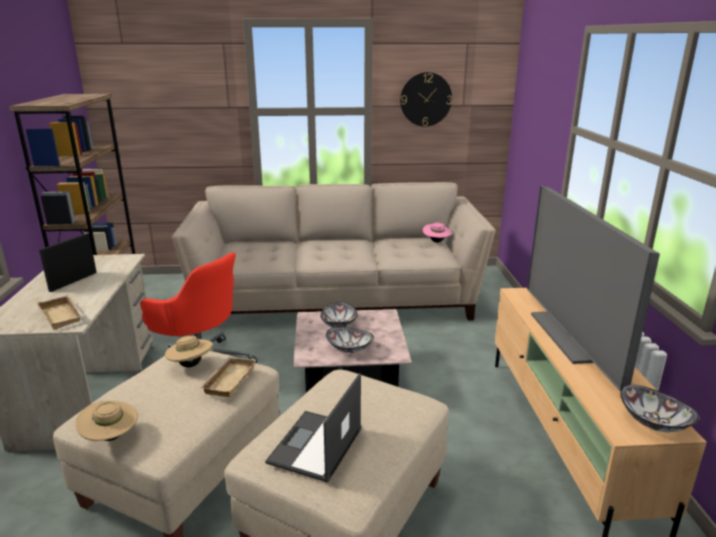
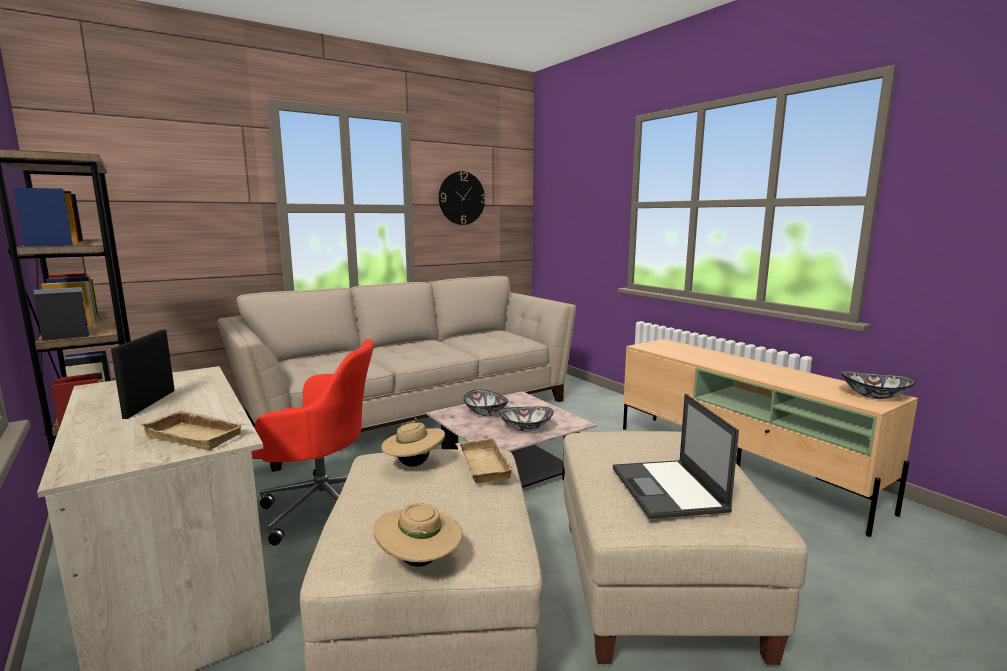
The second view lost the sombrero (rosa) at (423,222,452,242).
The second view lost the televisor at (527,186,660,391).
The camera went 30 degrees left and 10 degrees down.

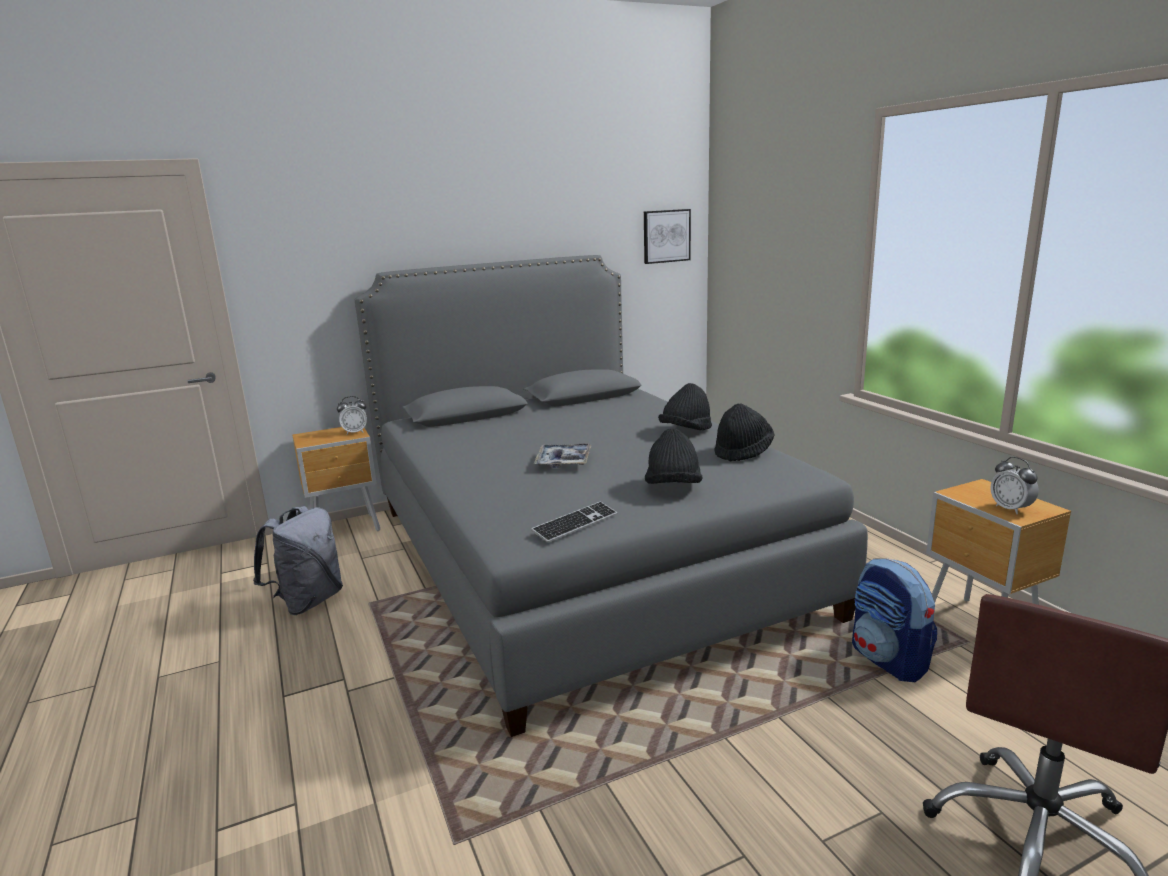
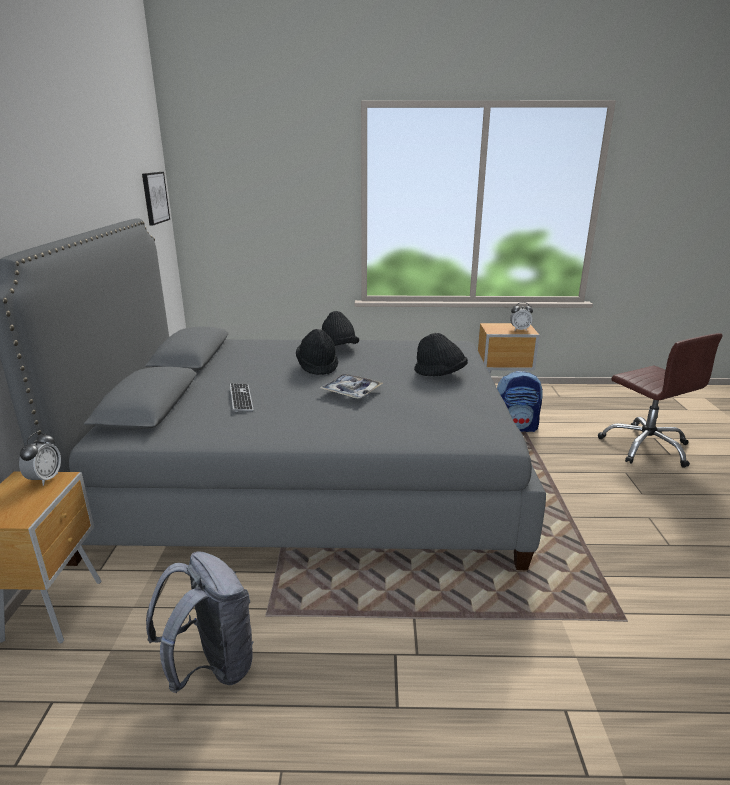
The teclado ended up elsewhere, having gone from (531,501,618,543) to (230,383,254,412).
The sombrero (negro) ended up elsewhere, having gone from (714,403,775,462) to (296,329,338,375).
The camera went 65 degrees left and 5 degrees up.

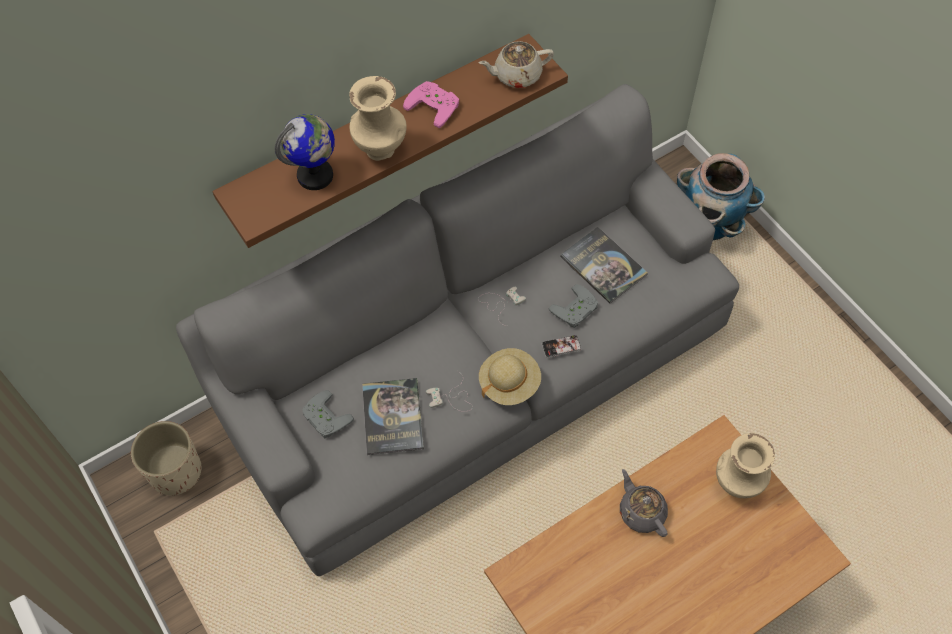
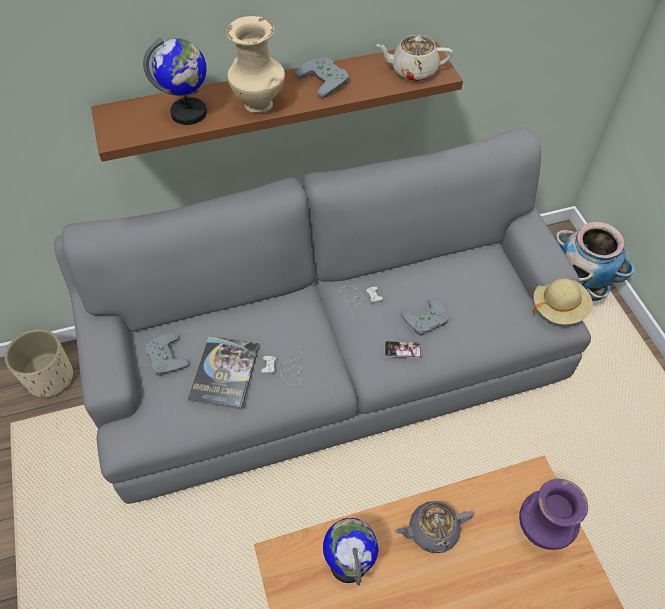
What was the mando de consola (rosa) at (403,81,459,128) turned into the mando de consola (gris) at (295,57,349,98).
The second view gained the globo terráqueo at (323,518,379,586).
The tetera (gris) at (620,469,668,537) ended up facing another way, 90 degrees counterclockwise from before.
What was the florero (beis) at (716,433,775,498) turned into the florero (morado) at (519,479,588,550).
The sombrero (beis) ended up elsewhere, having gone from (479,348,541,405) to (533,278,593,324).
The second view lost the libro at (560,227,648,304).
The camera went 15 degrees right and 5 degrees down.

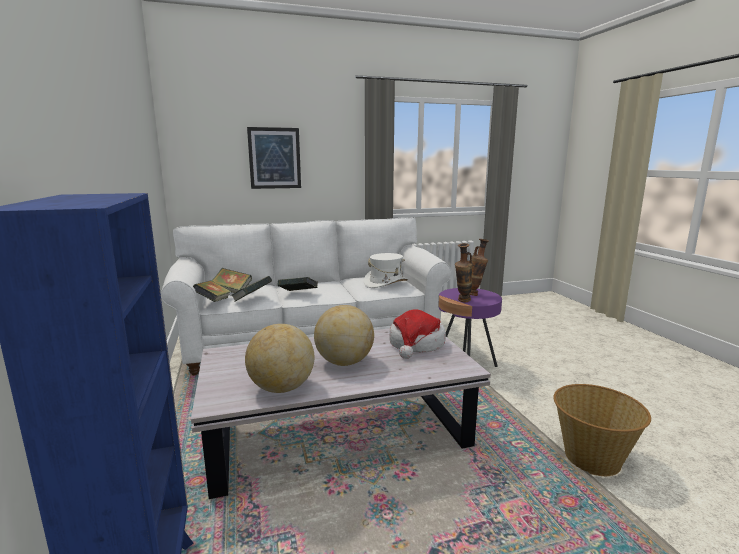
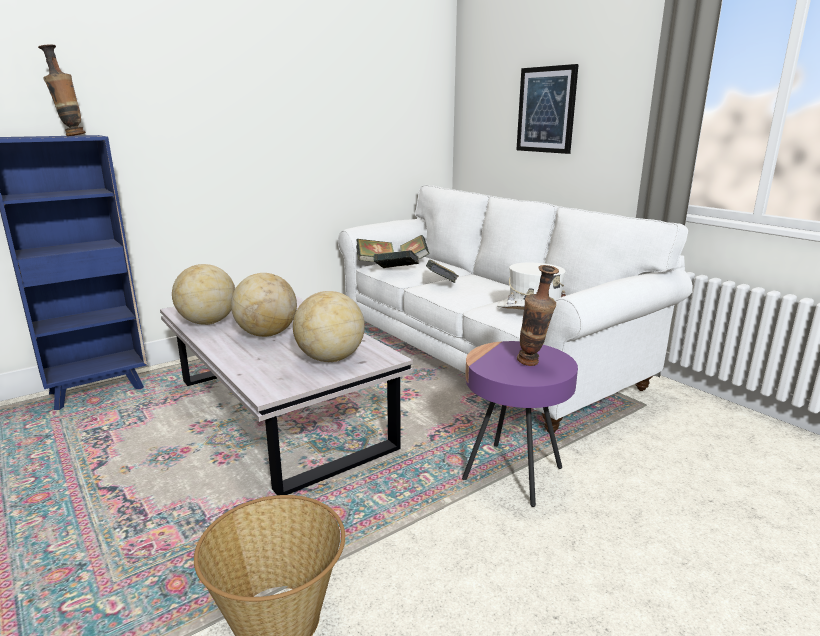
The florero ended up elsewhere, having gone from (455,243,473,302) to (38,44,86,136).
Where the sombrero stood at (389,309,446,359), the globo terráqueo came to stand at (293,291,365,362).
The camera went 70 degrees right and 5 degrees up.

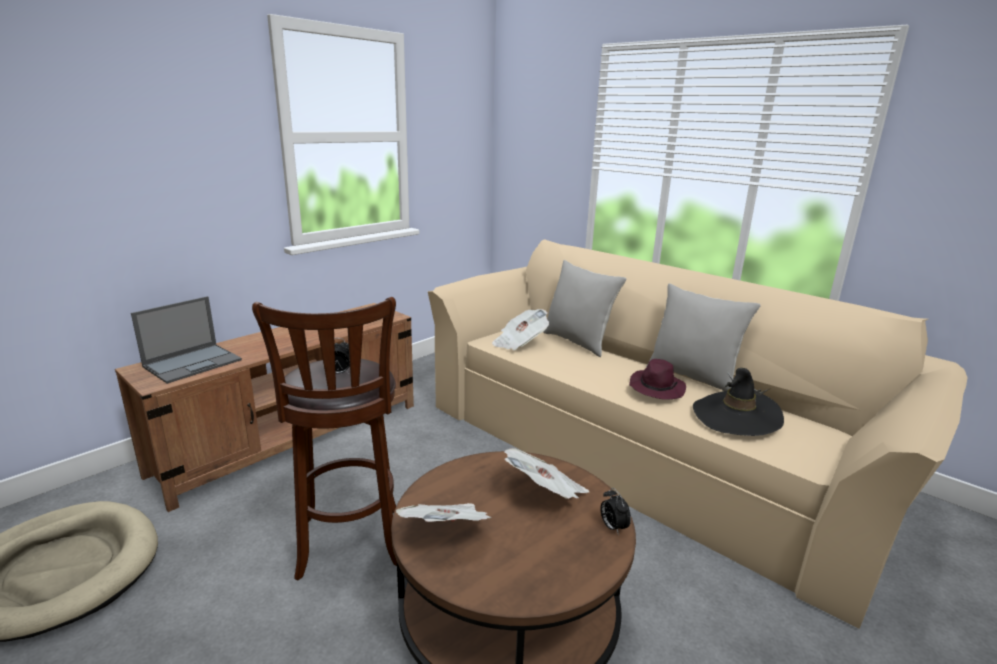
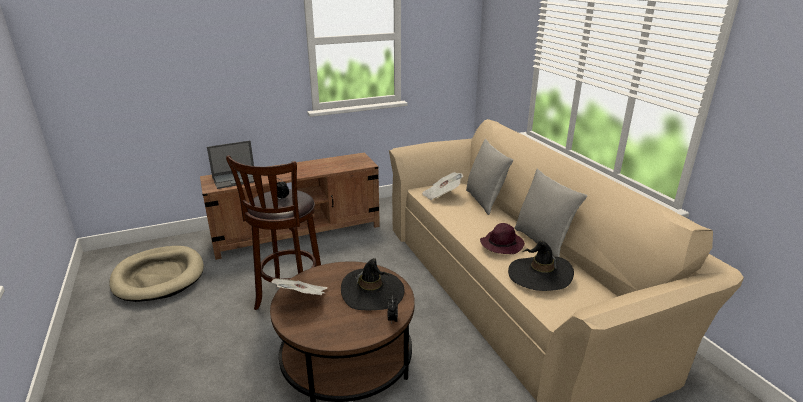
Where the periódico stood at (504,448,590,499), the sombrero (negro) came to stand at (341,258,405,310).
The camera went 25 degrees right and 5 degrees up.

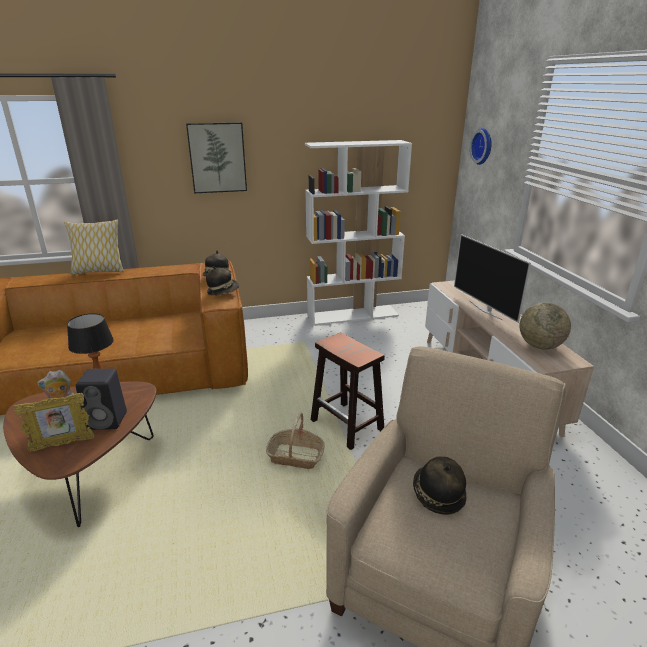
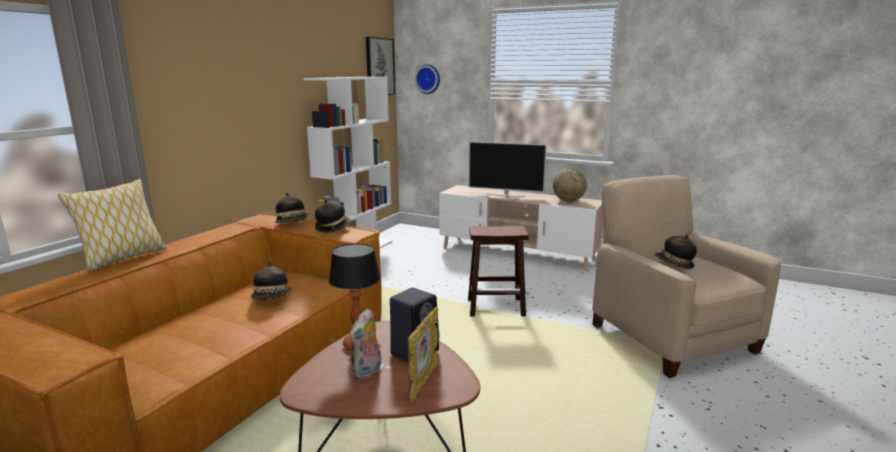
The second view gained the sombrero at (251,262,292,300).
The cuadro ended up elsewhere, having gone from (186,122,247,193) to (366,37,395,95).
The second view lost the cesta at (266,413,324,469).
The camera went 50 degrees left and 10 degrees down.

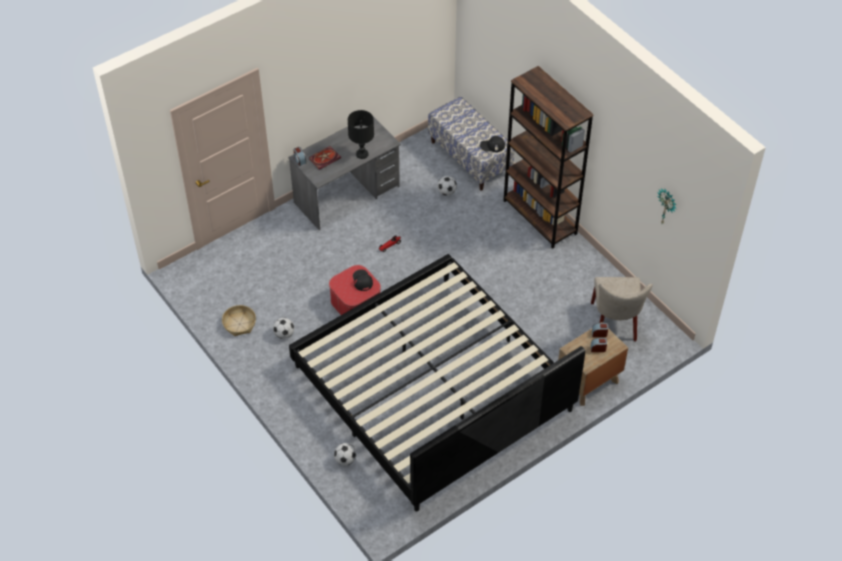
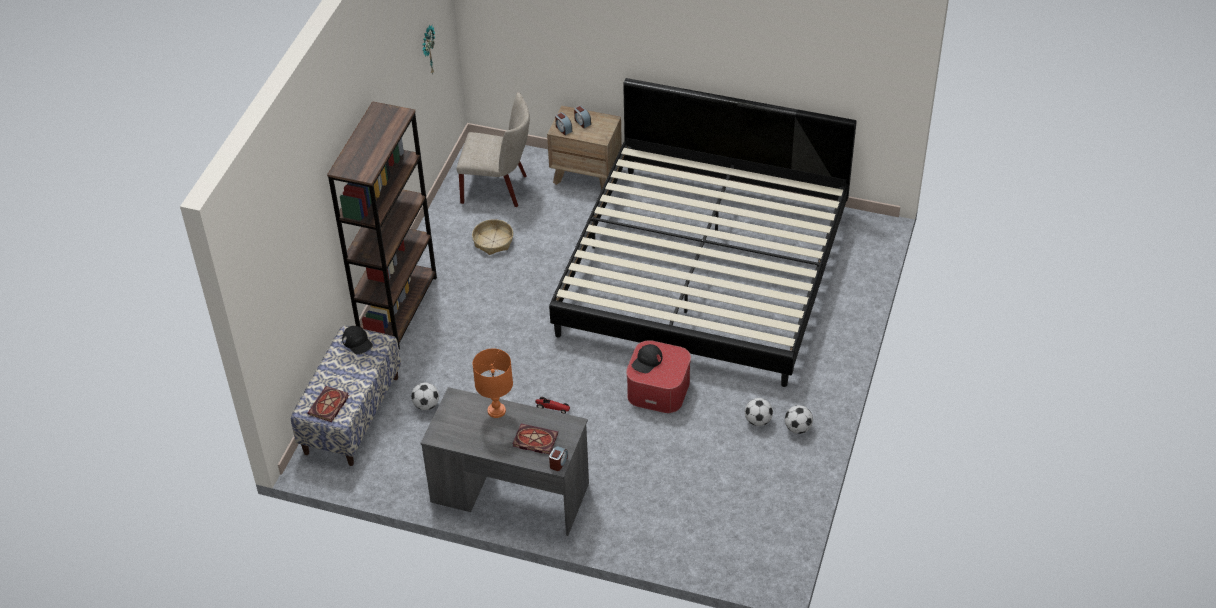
The second view gained the libro at (307,386,349,422).
The silla (beis) at (591,277,653,341) ended up facing another way, 45 degrees clockwise from before.
The cesta ended up elsewhere, having gone from (222,305,256,336) to (472,219,513,255).
What was the lámpara de mesa (negro) at (348,110,374,159) turned into the lámpara de mesa (naranja) at (473,348,513,418).
The balón de fútbol ended up elsewhere, having gone from (334,443,357,466) to (785,405,813,434).
The camera went 125 degrees left and 5 degrees down.

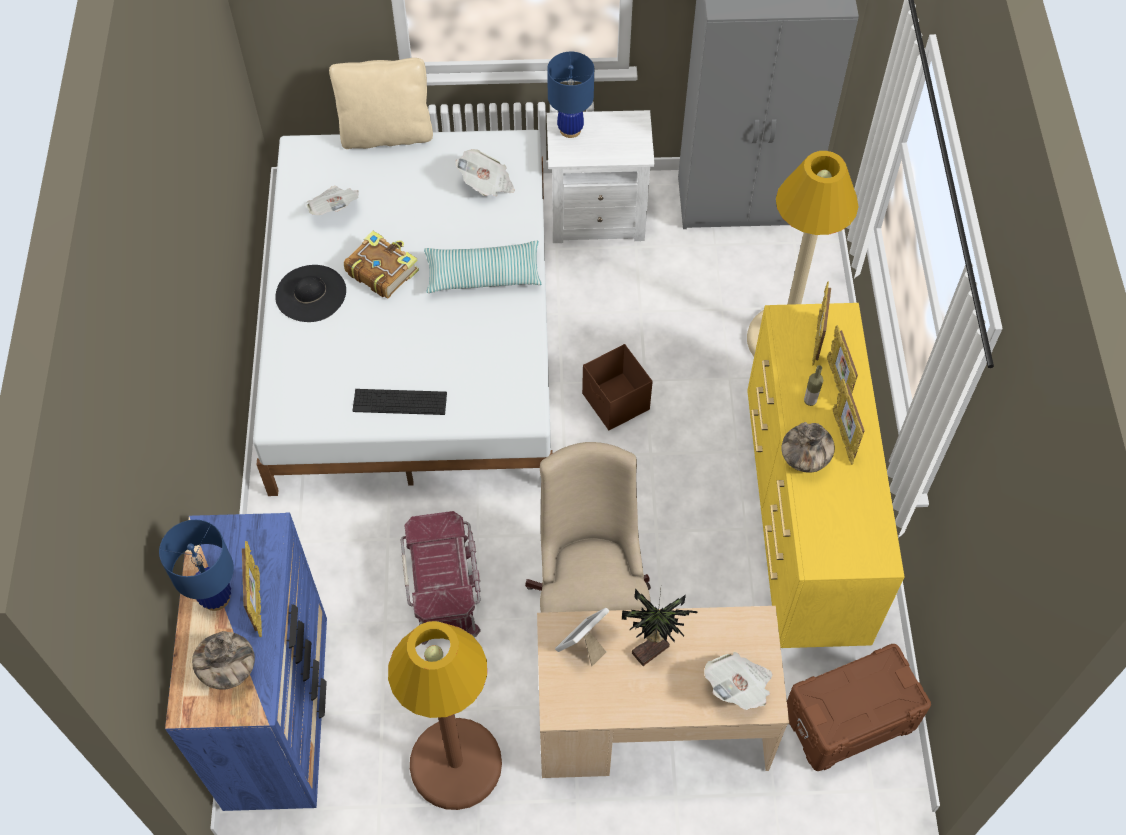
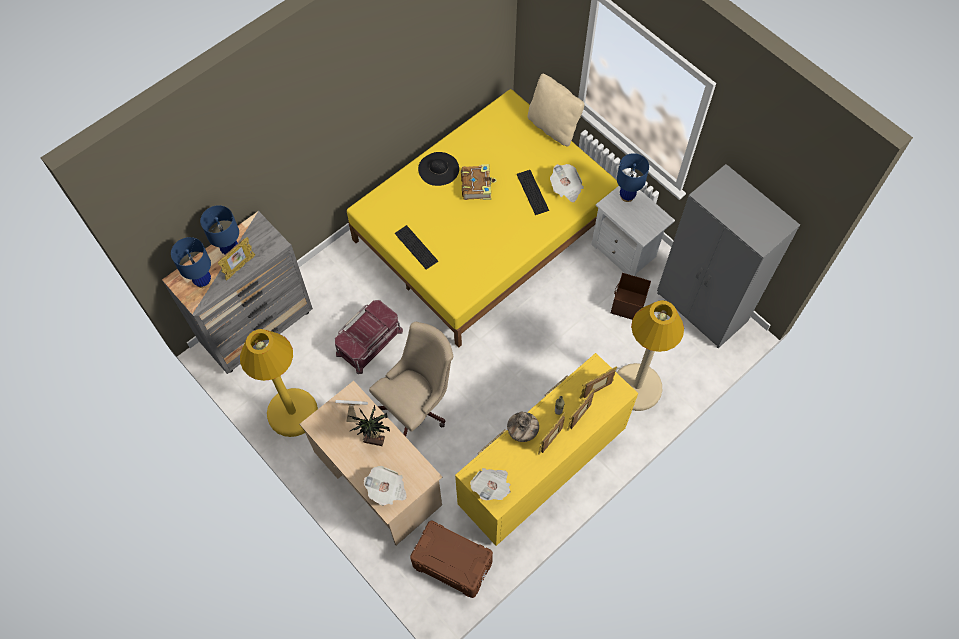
What was the cómoda (azul) at (165,512,327,811) turned into the cómoda (gris) at (162,211,313,374).
Where the florero stood at (192,631,255,690), the lámpara de mesa (azul) came to stand at (171,237,211,288).
What was the lámpara de pie (marrón) at (388,621,502,810) turned into the lámpara de pie (amarillo) at (240,329,318,437).
What was the cama (blanco) at (253,130,553,496) turned into the cama (amarillo) at (347,89,619,348).
The periódico ended up elsewhere, having gone from (307,186,359,215) to (470,468,511,500).
The second view gained the teclado at (517,170,549,215).
The caja de almacenaje (marrón) ended up elsewhere, having gone from (582,344,653,430) to (611,273,651,320).
The second view lost the cojín at (424,241,542,293).
The camera went 50 degrees right and 5 degrees up.

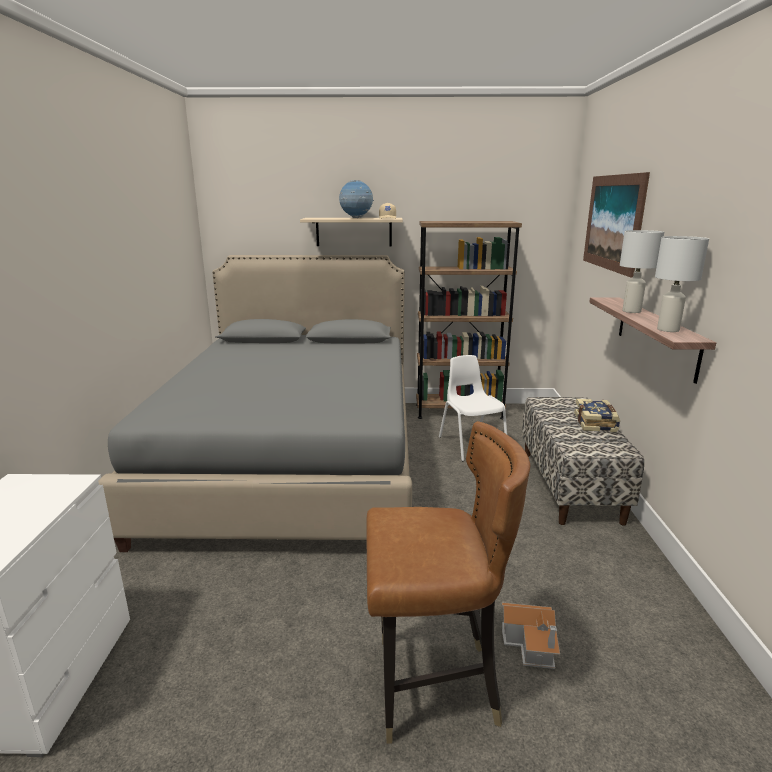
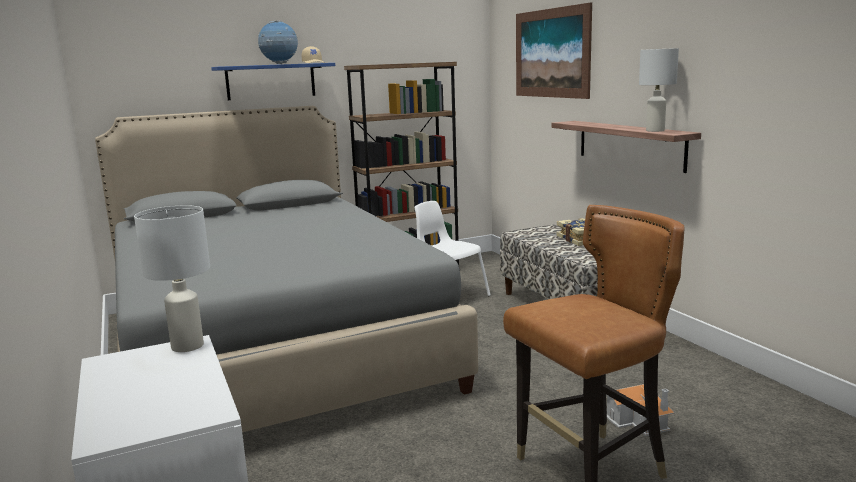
The lámpara de mesa (blanco) ended up elsewhere, having gone from (620,230,664,313) to (134,205,210,352).
What was the estante (beis) at (300,218,403,246) turned into the estante (azul) at (211,63,335,100).
The camera went 25 degrees left and 5 degrees down.

